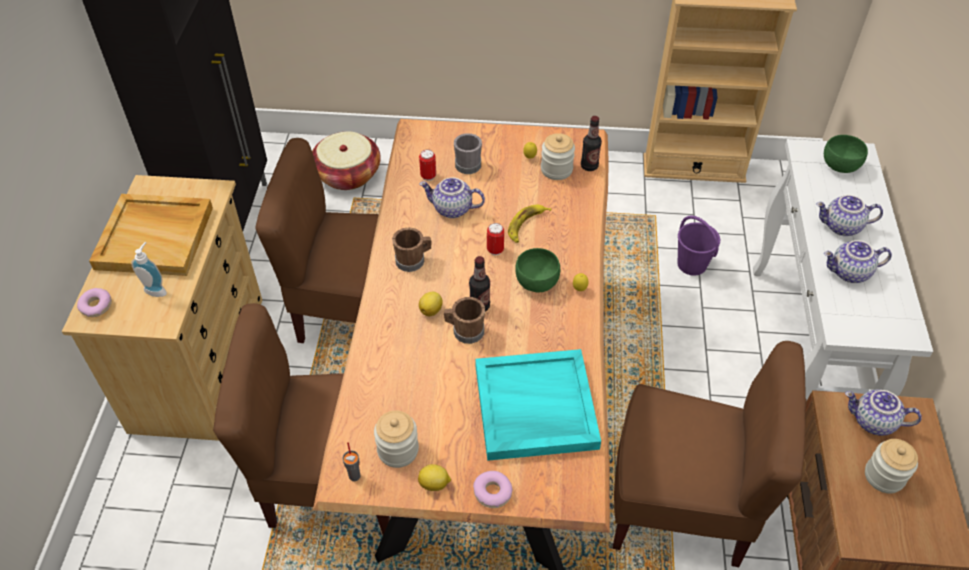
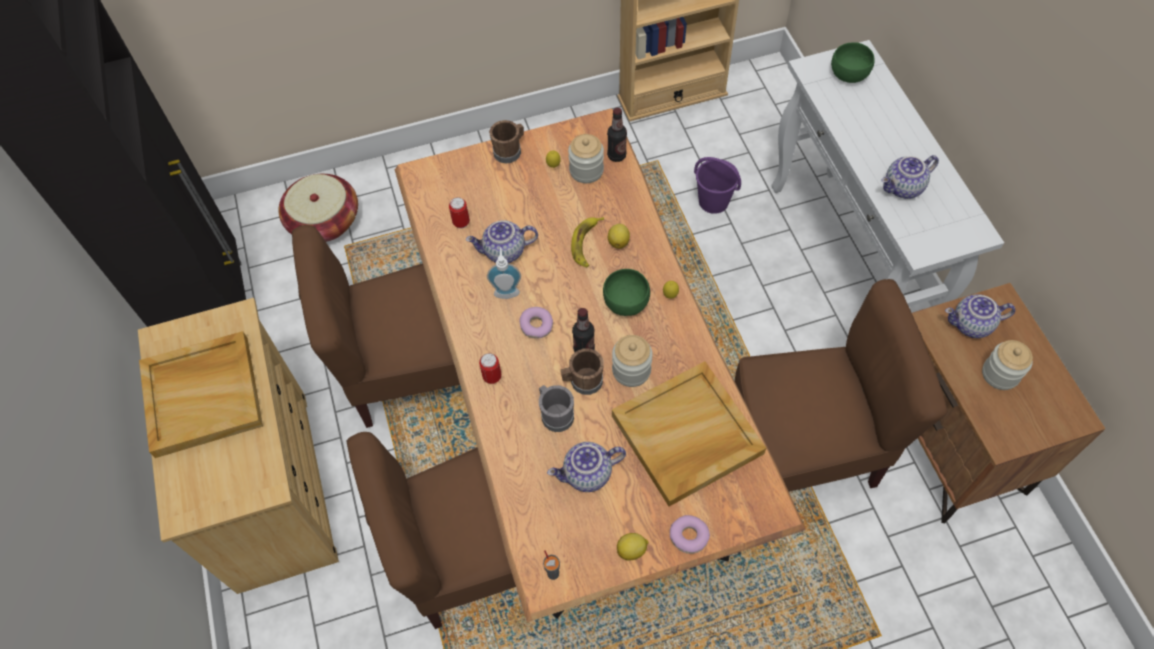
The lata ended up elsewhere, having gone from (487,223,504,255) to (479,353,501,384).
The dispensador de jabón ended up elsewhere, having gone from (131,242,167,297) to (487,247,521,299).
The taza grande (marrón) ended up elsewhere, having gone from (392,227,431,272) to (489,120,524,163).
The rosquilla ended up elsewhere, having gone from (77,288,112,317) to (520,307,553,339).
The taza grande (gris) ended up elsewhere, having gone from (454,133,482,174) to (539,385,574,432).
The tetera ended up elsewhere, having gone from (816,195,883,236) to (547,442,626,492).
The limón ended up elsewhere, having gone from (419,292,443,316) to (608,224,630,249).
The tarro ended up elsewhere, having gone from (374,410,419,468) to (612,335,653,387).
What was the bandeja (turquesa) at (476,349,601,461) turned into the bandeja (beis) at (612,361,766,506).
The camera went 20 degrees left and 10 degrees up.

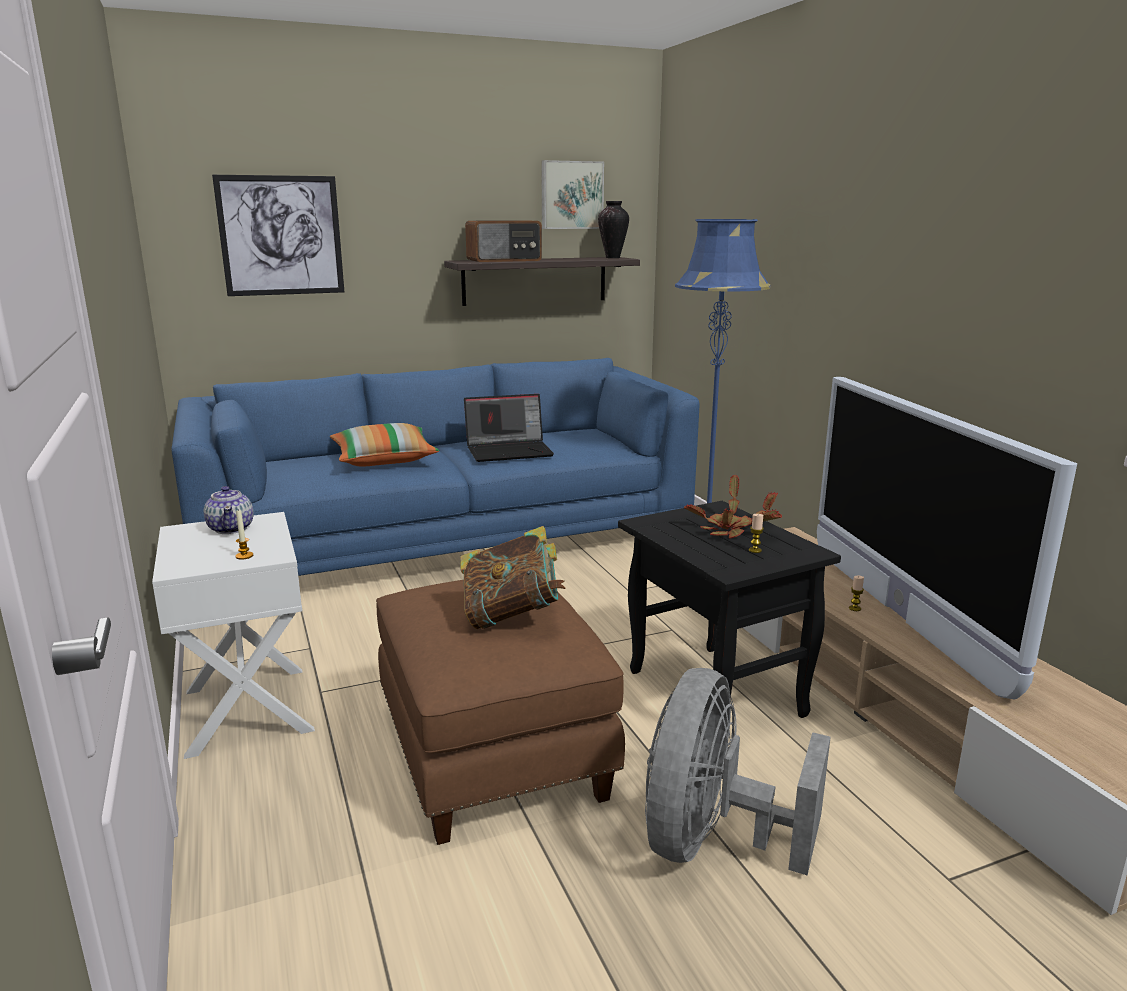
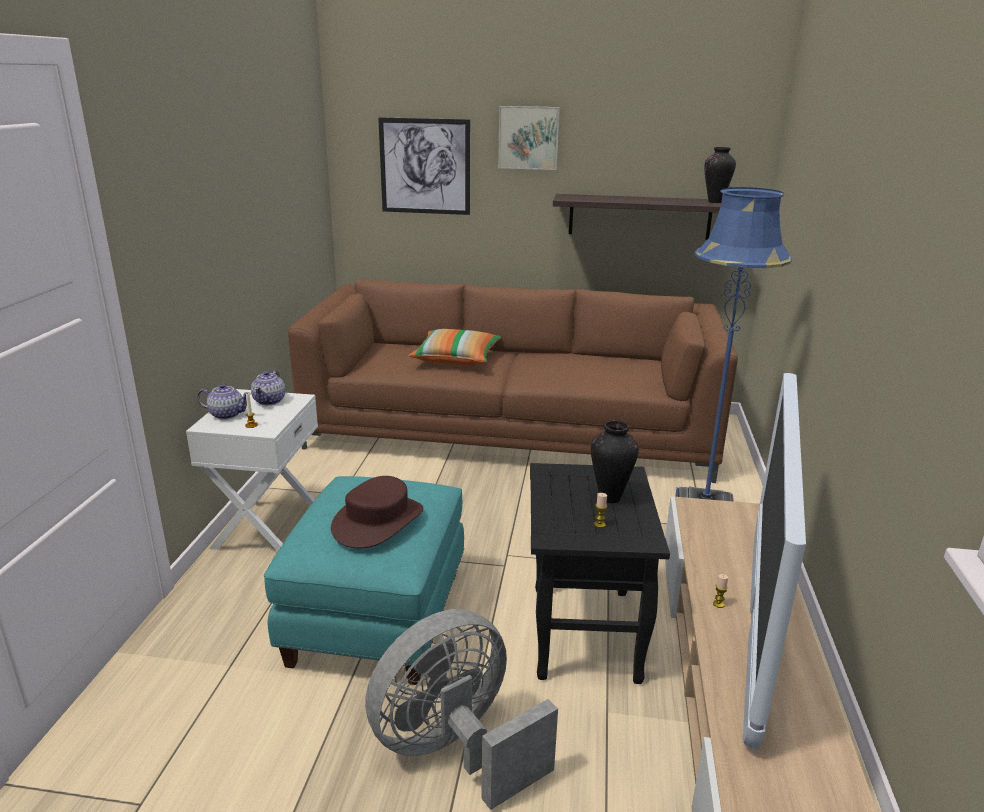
The second view gained the tetera at (197,384,251,420).
What was the puf (marrón) at (376,580,625,845) turned into the puf (turquesa) at (264,476,464,685).
What was the sofá (azul) at (171,358,699,576) turned into the sofá (marrón) at (288,279,738,483).
Where the libro stood at (460,526,566,629), the sombrero (marrón) came to stand at (331,476,423,548).
The cuadro ended up elsewhere, having gone from (541,160,604,229) to (498,106,560,170).
Where the planta en maceta stood at (684,474,782,539), the florero came to stand at (591,420,639,503).
The second view lost the portátil at (464,394,554,462).
The second view lost the radio at (465,220,542,262).
The camera went 30 degrees right and 5 degrees up.

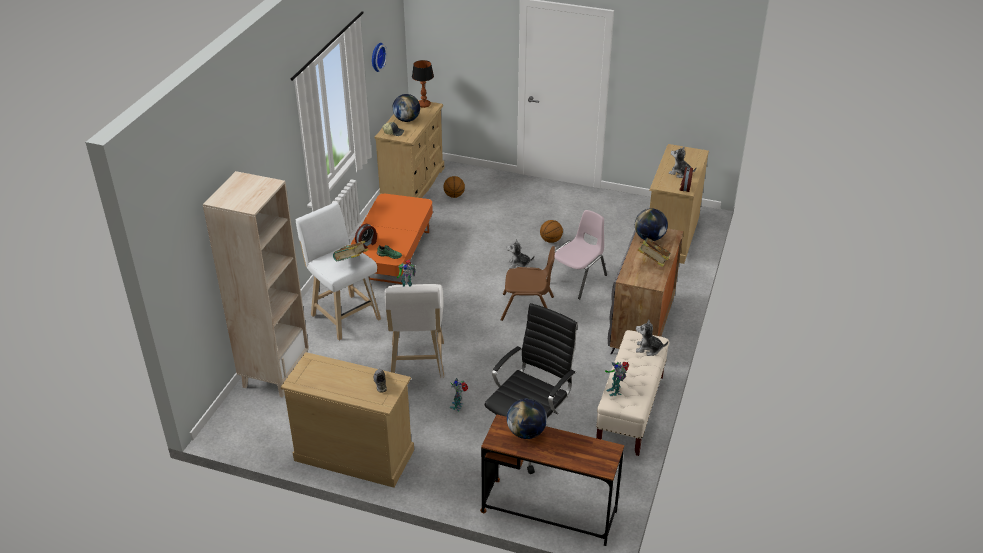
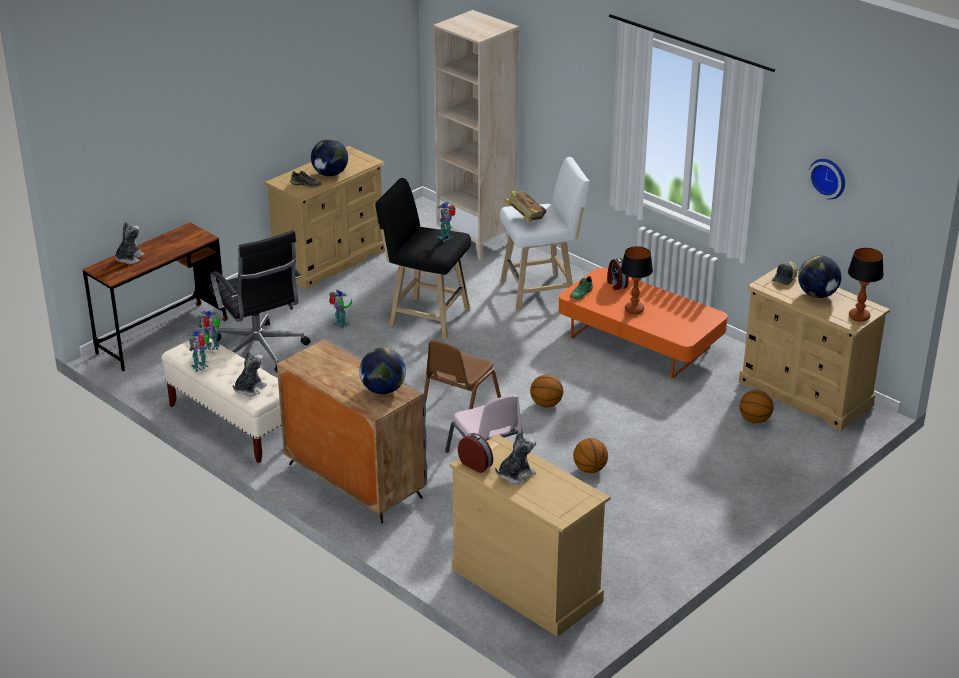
The peluche ended up elsewhere, having gone from (506,239,534,268) to (115,222,145,264).
The second view gained the robot de juguete at (187,329,210,372).
The globo terráqueo ended up elsewhere, having gone from (507,398,547,439) to (311,139,348,176).
What was the taburete (blanco) at (385,284,444,378) turned into the taburete (negro) at (375,178,471,339).
The second view gained the balón de baloncesto at (530,375,563,408).
The second view gained the lámpara de mesa at (621,246,653,314).
The second view lost the libro at (638,238,670,267).
The camera went 115 degrees right and 5 degrees down.

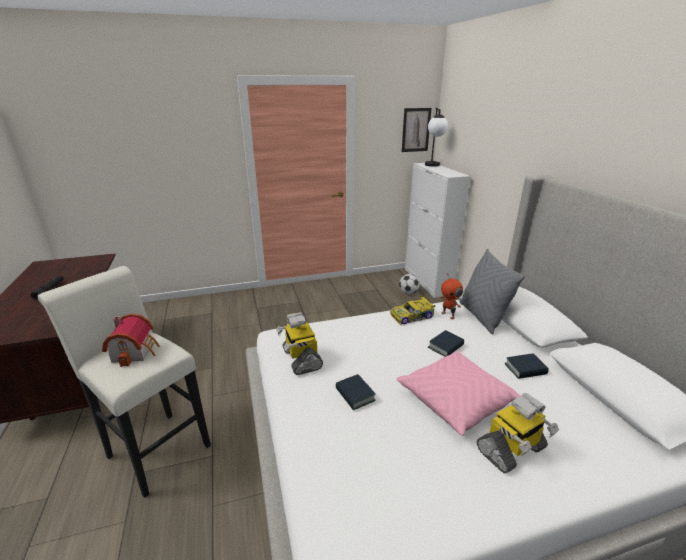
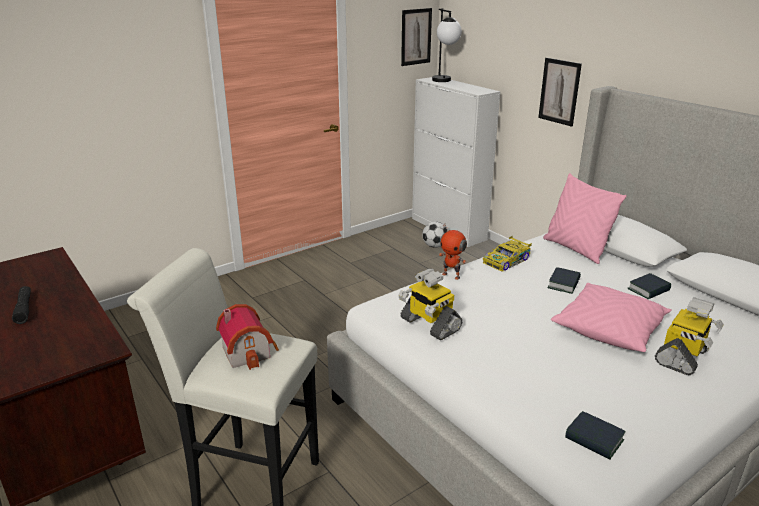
The robot de juguete ended up elsewhere, having gone from (440,272,463,320) to (439,224,467,280).
The second view gained the cuadro at (538,58,582,127).
What was the cojín (gris) at (459,249,525,334) turned into the cojín (rosa) at (543,173,627,264).
The libro ended up elsewhere, having gone from (336,374,375,410) to (565,411,626,460).
The camera went 20 degrees left and 0 degrees up.

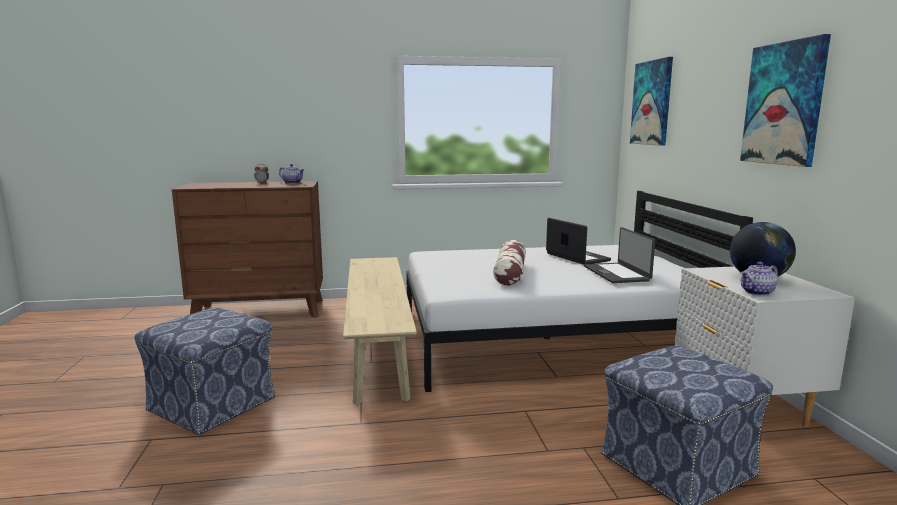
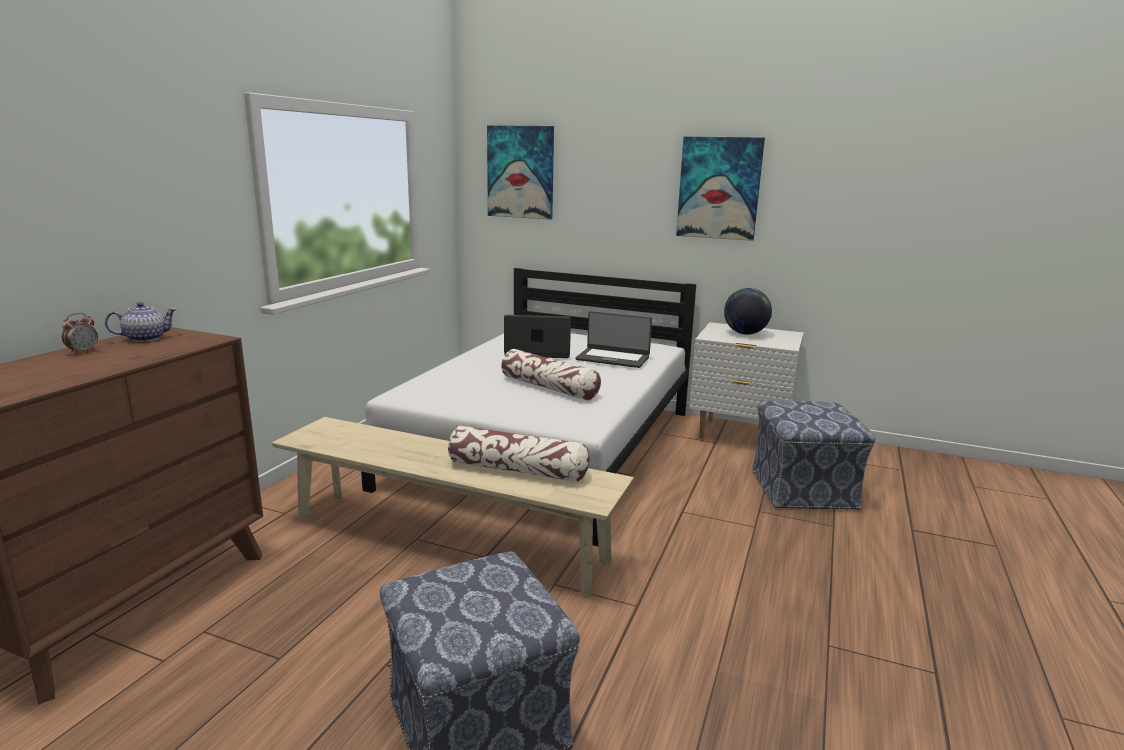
The second view gained the cojín at (448,425,590,482).
The second view lost the tetera at (741,262,778,296).
The camera went 60 degrees left and 5 degrees up.

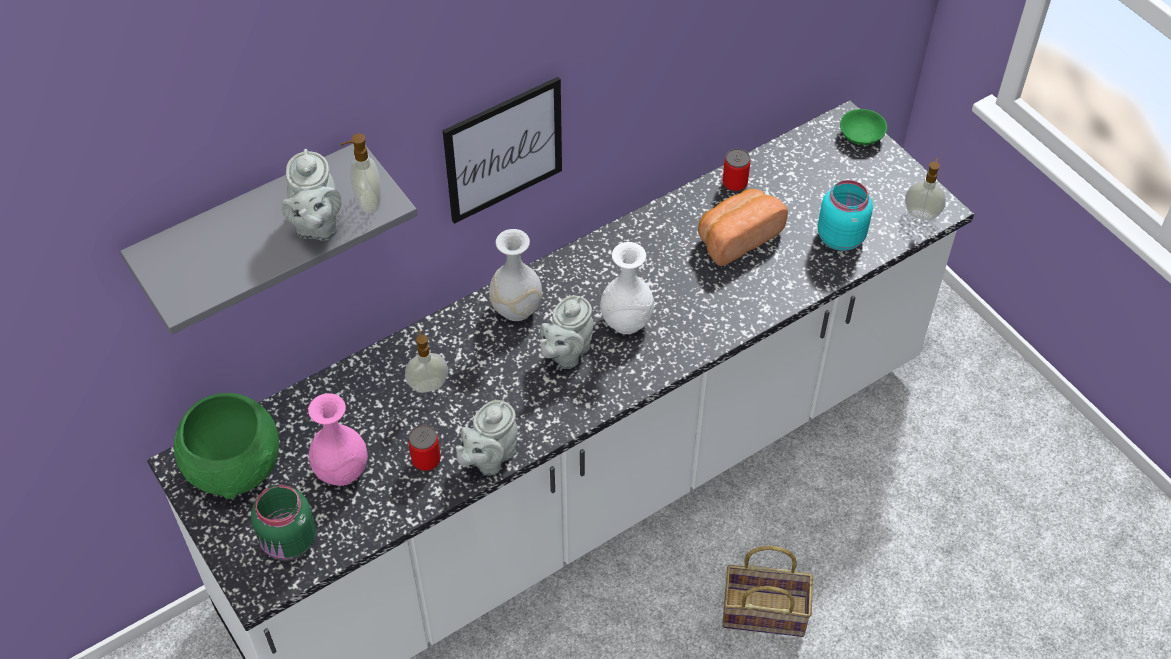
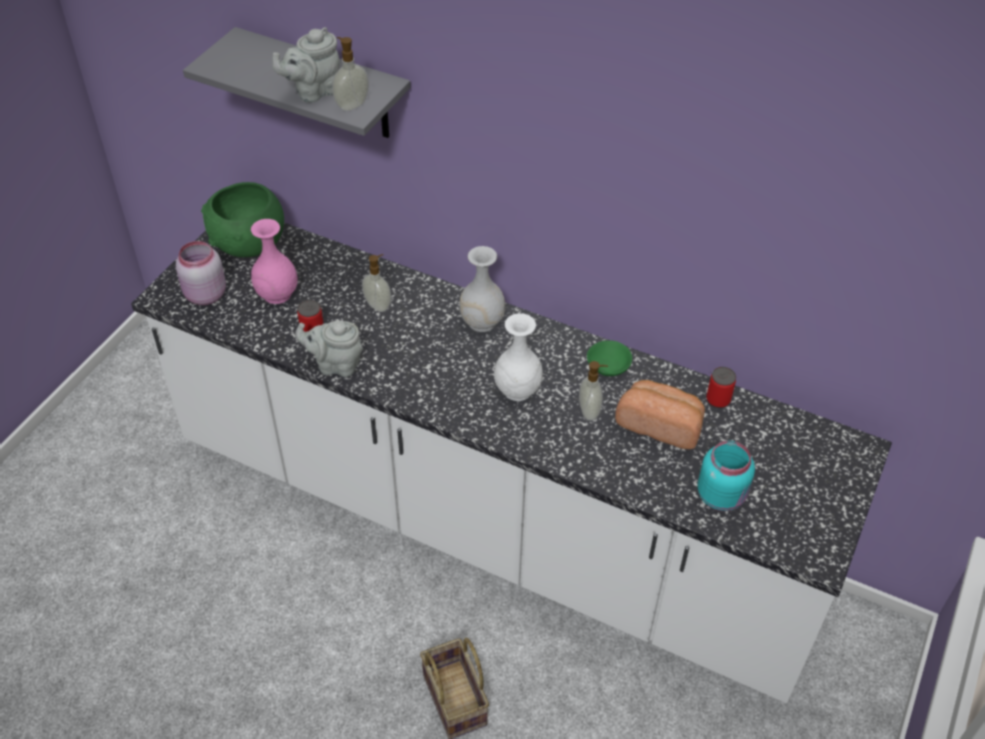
What was the tarro (verde) at (251,484,316,561) turned into the tarro (rosa) at (176,241,226,305).
The dispensador de jabón ended up elsewhere, having gone from (905,158,946,221) to (579,361,608,421).
The cuenco (verde) ended up elsewhere, having gone from (840,109,887,145) to (587,340,632,376).
The second view lost the cuadro at (443,77,562,224).
The second view lost the tetera (gris) at (540,296,593,369).
The camera went 60 degrees right and 5 degrees down.

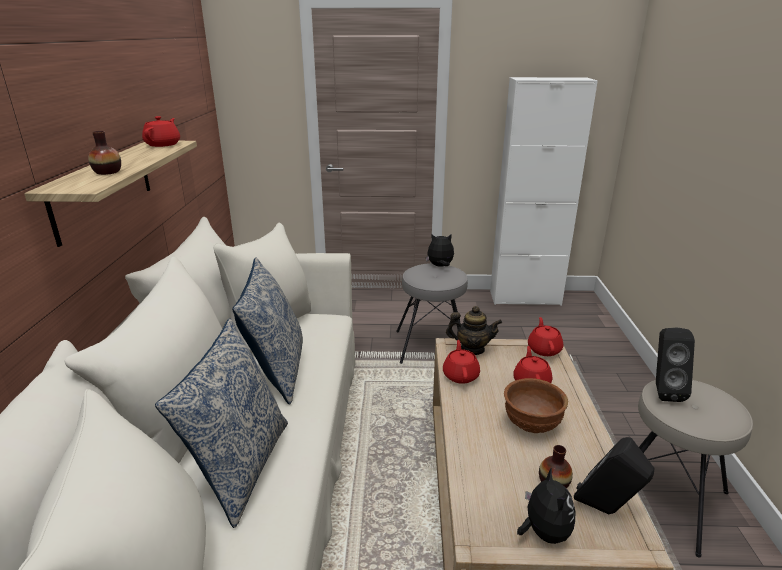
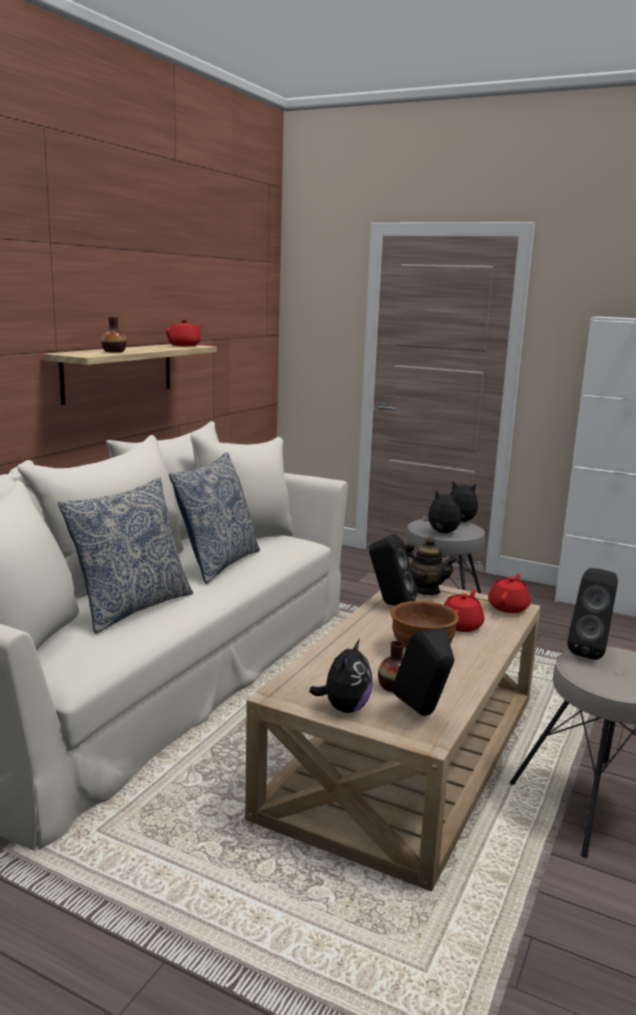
Where the tetera (rojo) stood at (443,340,480,384), the altavoz (negro) came to stand at (369,534,417,606).
The second view gained the peluche at (422,490,461,533).
The camera went 25 degrees right and 10 degrees down.

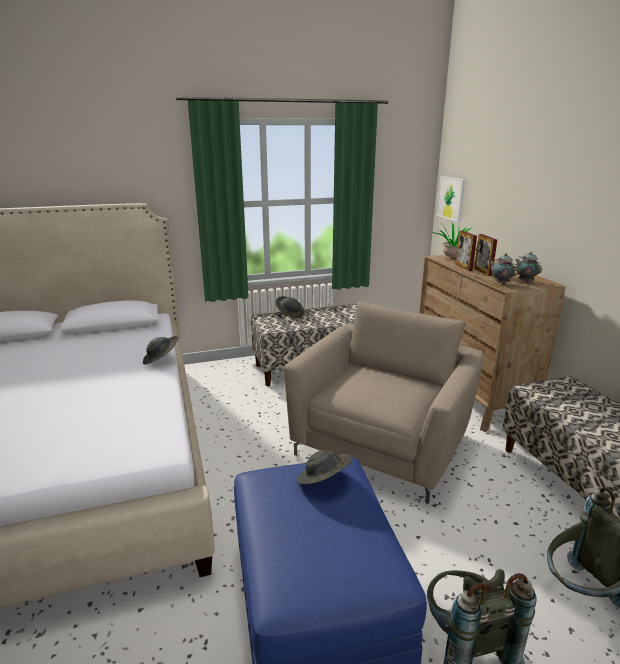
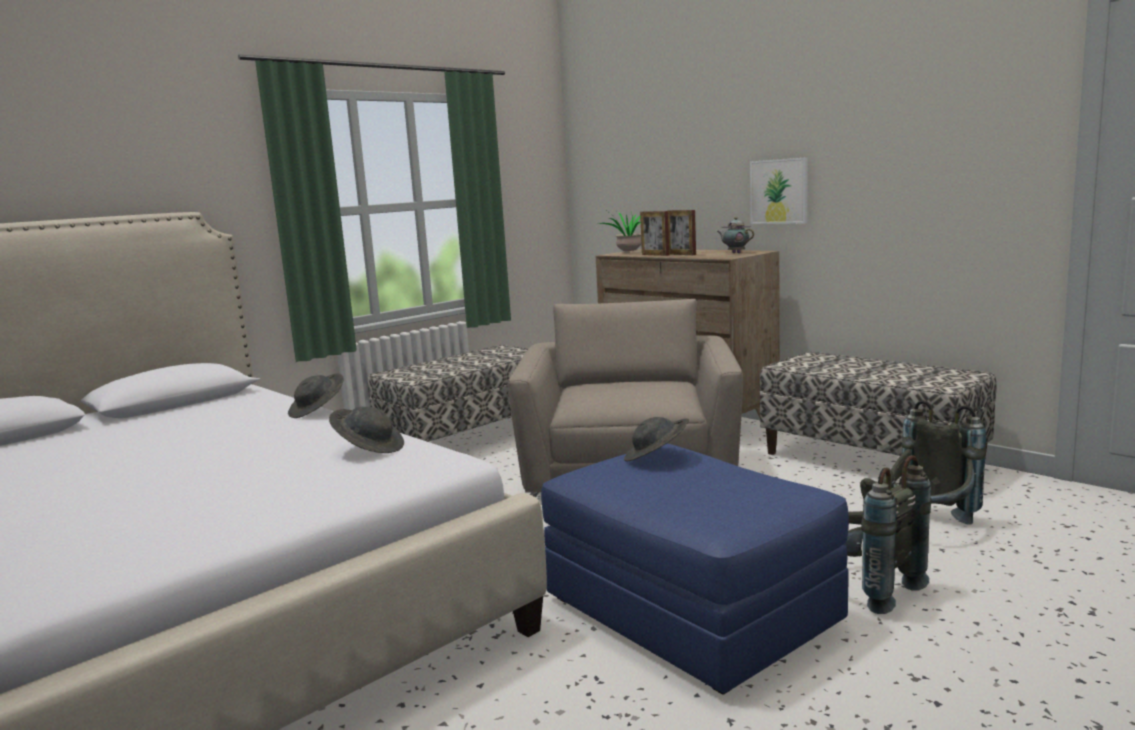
The sombrero (gris) ended up elsewhere, having gone from (276,296,305,318) to (329,407,404,453).
The cuadro ended up elsewhere, having gone from (437,176,465,222) to (750,157,808,224).
The second view lost the tetera at (489,253,519,284).
The camera went 25 degrees left and 10 degrees down.

